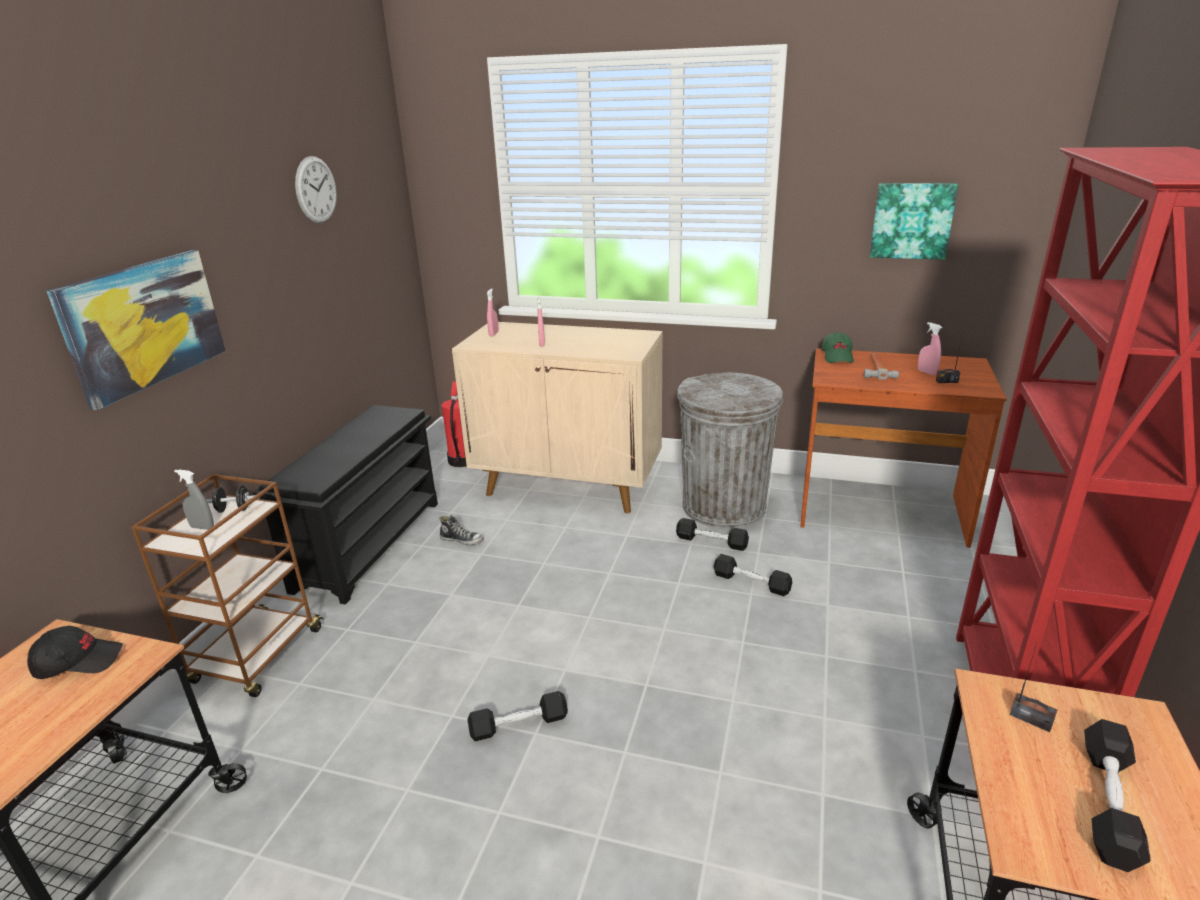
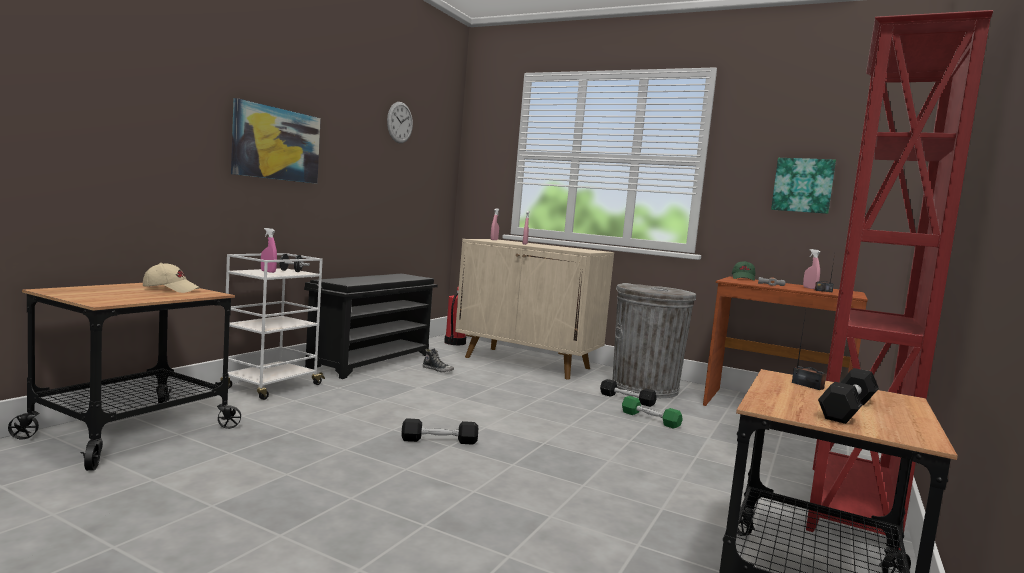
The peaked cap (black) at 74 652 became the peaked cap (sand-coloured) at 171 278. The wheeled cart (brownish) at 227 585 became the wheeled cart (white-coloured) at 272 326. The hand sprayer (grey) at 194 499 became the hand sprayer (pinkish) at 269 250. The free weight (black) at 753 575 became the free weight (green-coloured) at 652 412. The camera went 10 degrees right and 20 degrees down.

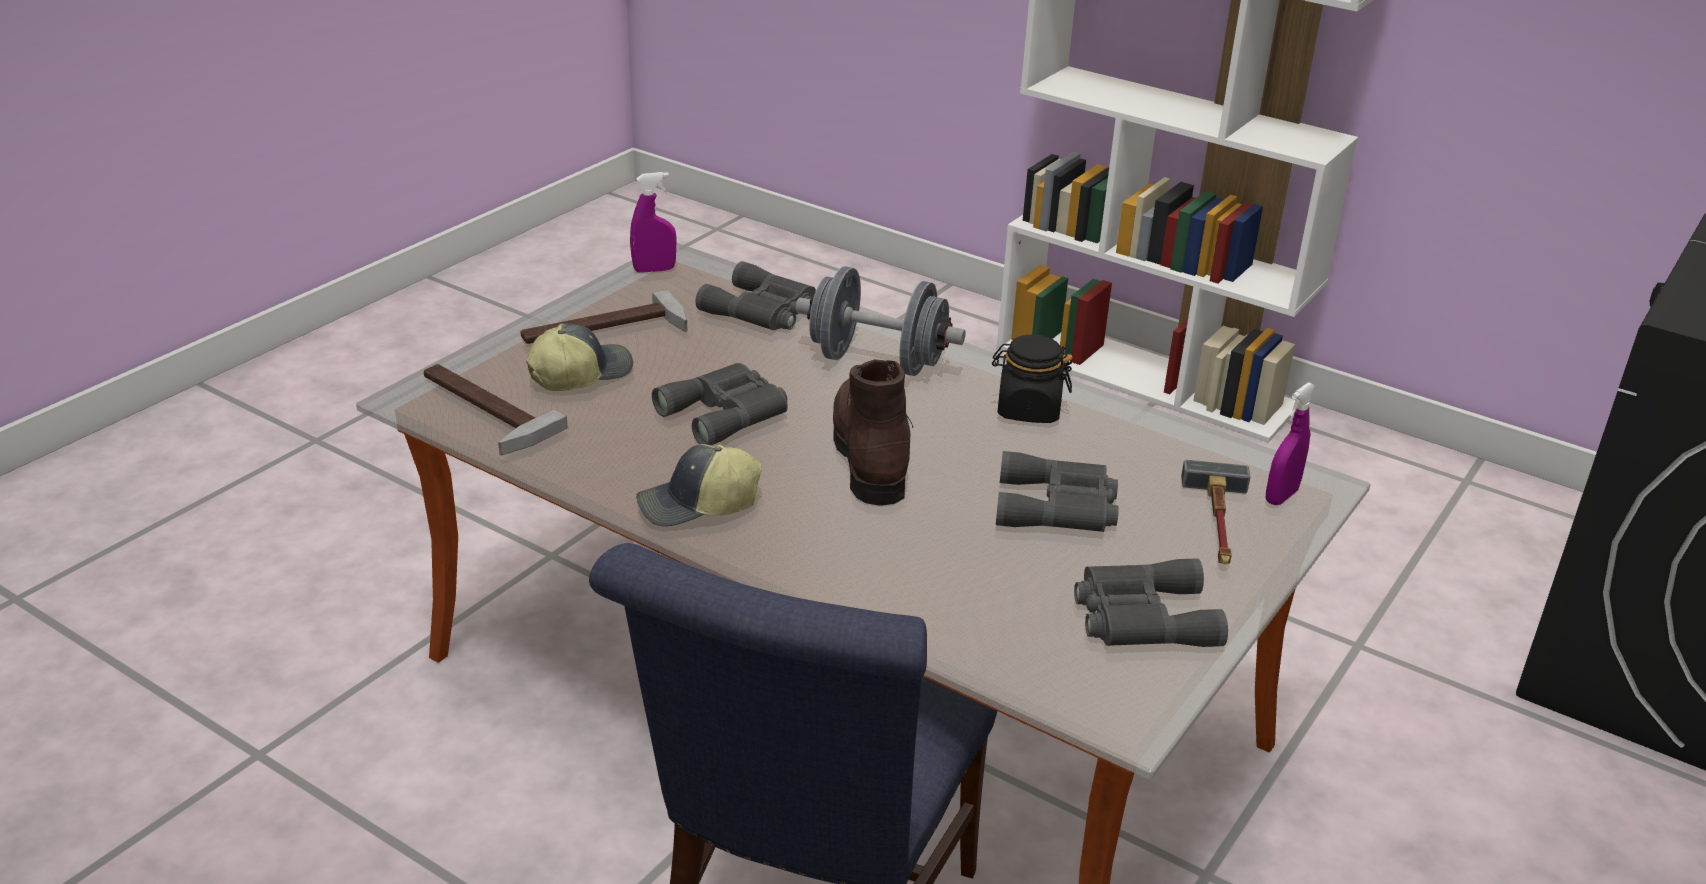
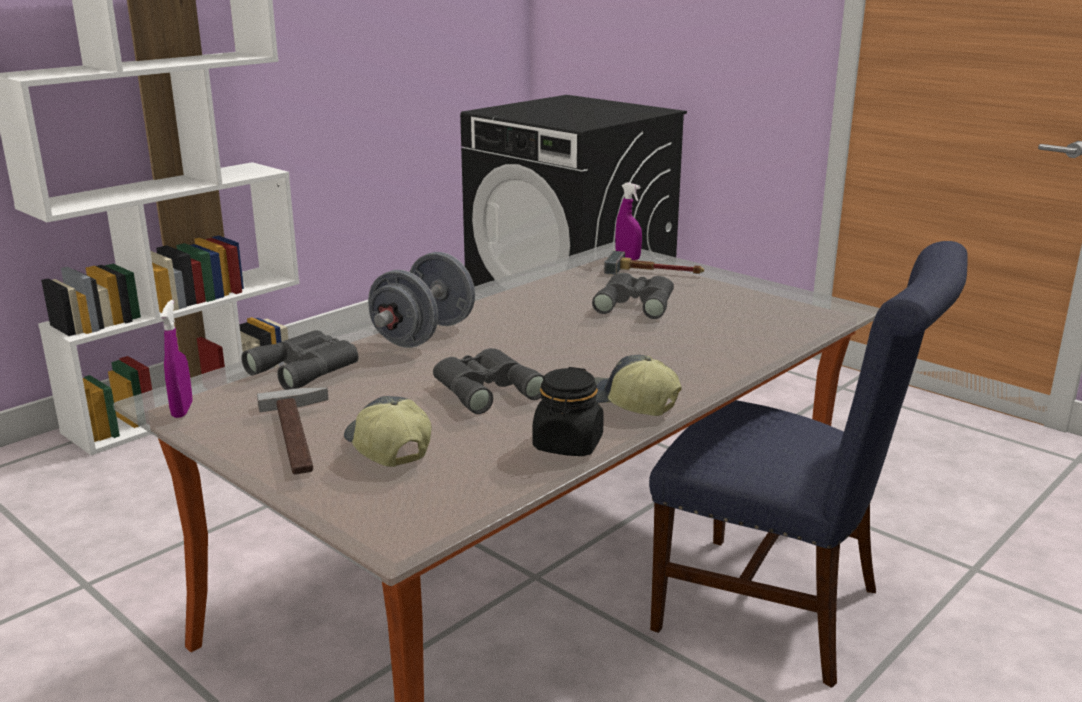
The tool hammer at 496 409 disappeared. The high-top boot (brownish) at 873 432 disappeared. The pair of binoculars (grey) at 1151 602 disappeared. The storage jar (black) moved from 1032 378 to 568 411. The peaked cap at 699 485 turned 135 degrees clockwise. The camera went 80 degrees left and 10 degrees down.

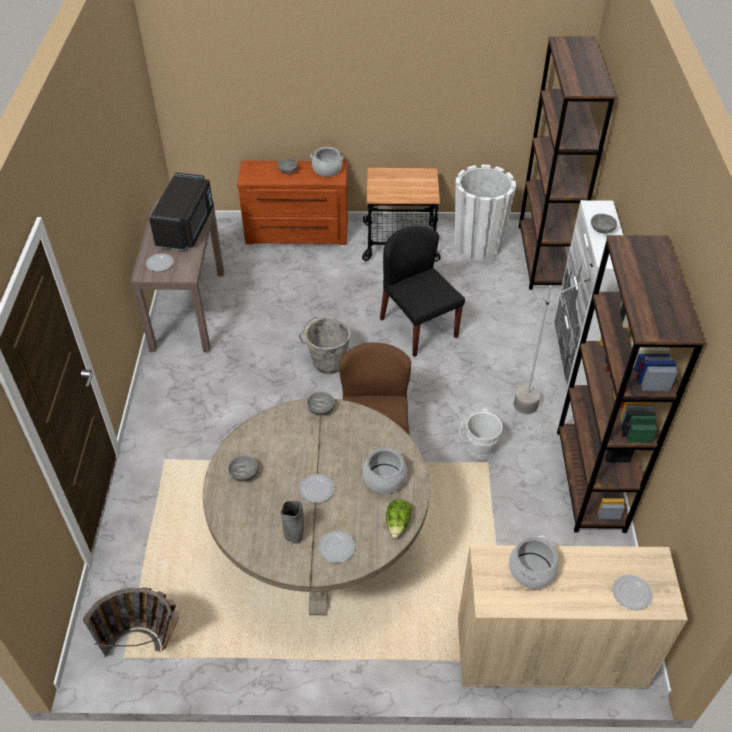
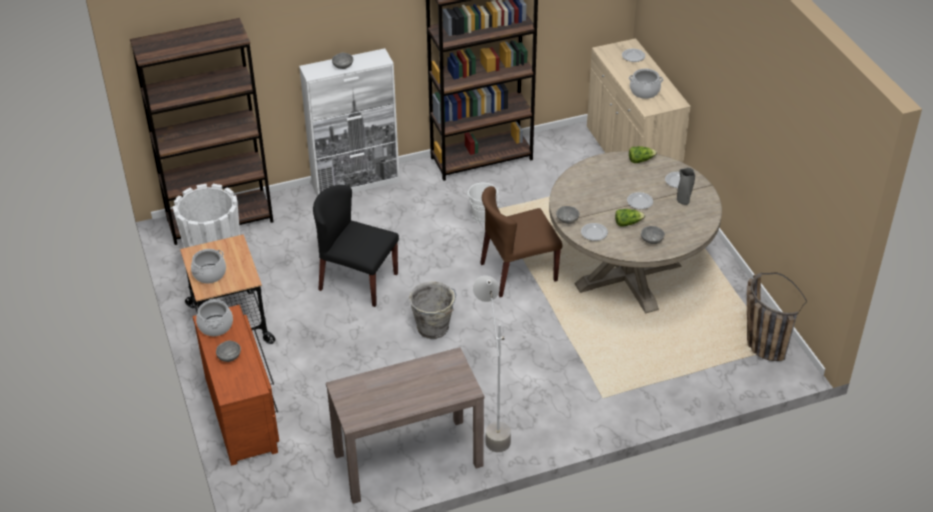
The kitchen microwave (black) at 181 211 disappeared. The lettuce head at 630 218 appeared. The plate moved from 160 262 to 594 232. The saucepot moved from 385 470 to 208 266. The floor lamp (grey) moved from 565 338 to 492 364. The chair (black) at 422 291 turned 75 degrees clockwise. The camera went 110 degrees left and 5 degrees down.

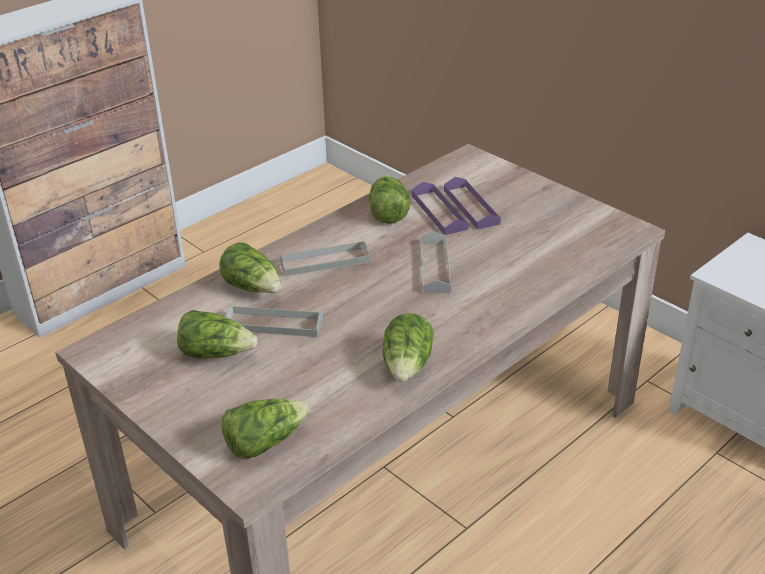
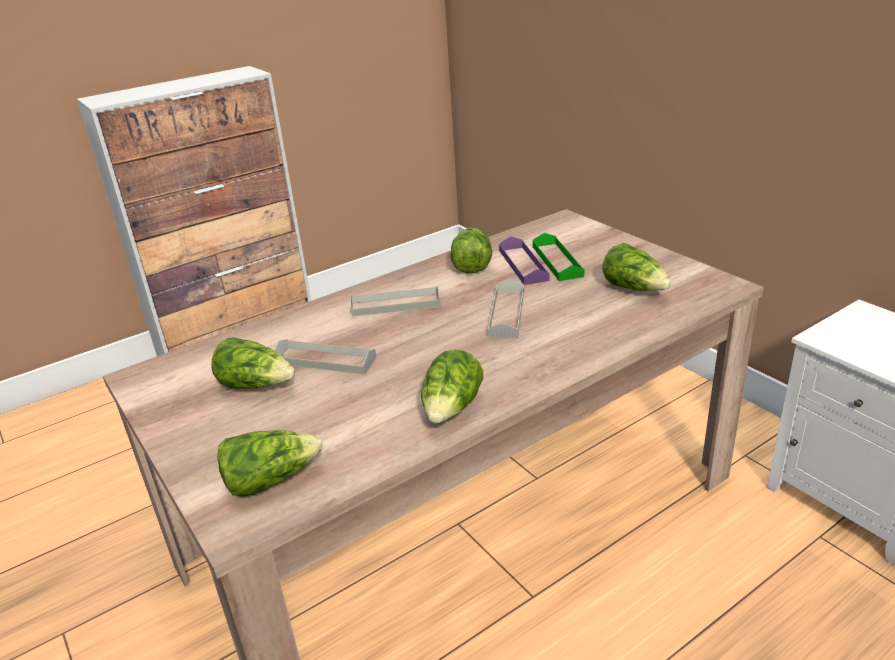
The lettuce head moved from 250 268 to 636 267. The carrying tray (purplish) at 472 203 became the carrying tray (green-coloured) at 559 257. The camera went 10 degrees right and 5 degrees down.

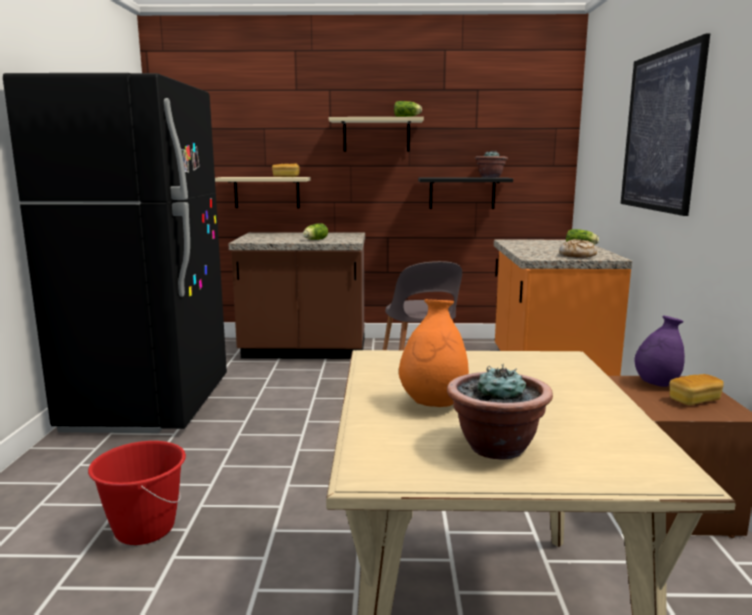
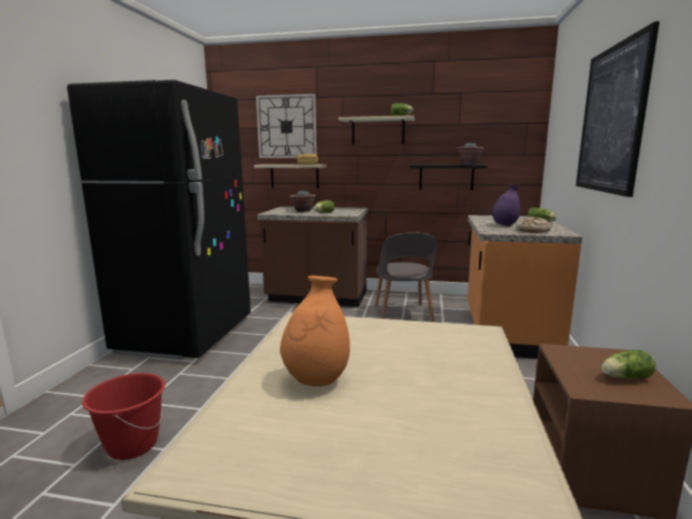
The hanging clock at 286 126 appeared. The houseplant moved from 500 411 to 303 201. The vase (purplish) moved from 659 351 to 506 205. The bread at 696 389 was replaced by the lettuce head at 628 364. The camera went 10 degrees right and 0 degrees up.

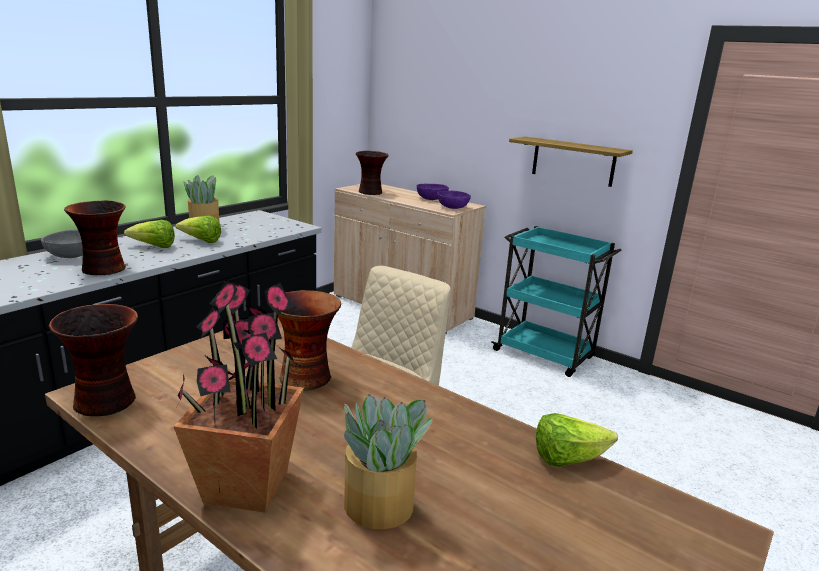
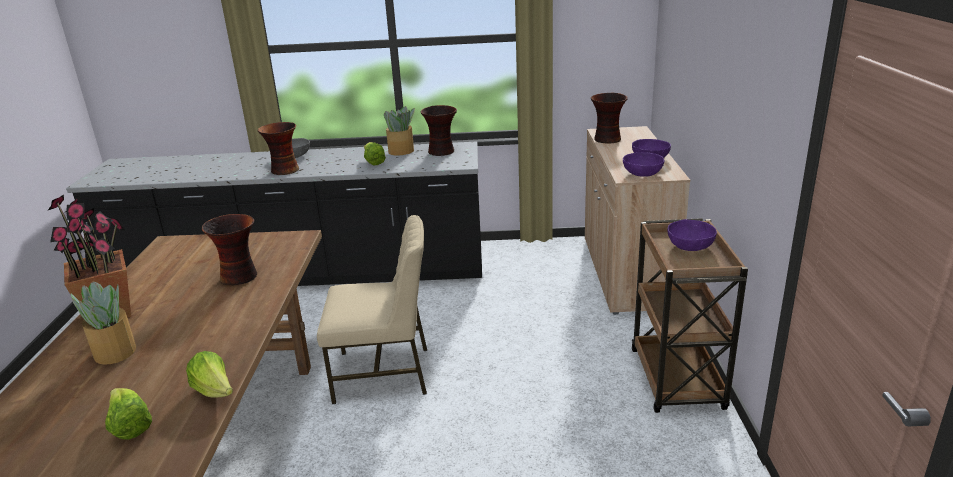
The shelf at 571 162 disappeared. The serving bowl (purplish) at 692 235 appeared. The vase moved from 93 360 to 439 130. The lettuce head moved from 149 234 to 128 414. The wheeled cart (blue-green) at 556 301 became the wheeled cart (brownish) at 690 315. The camera went 55 degrees right and 5 degrees up.

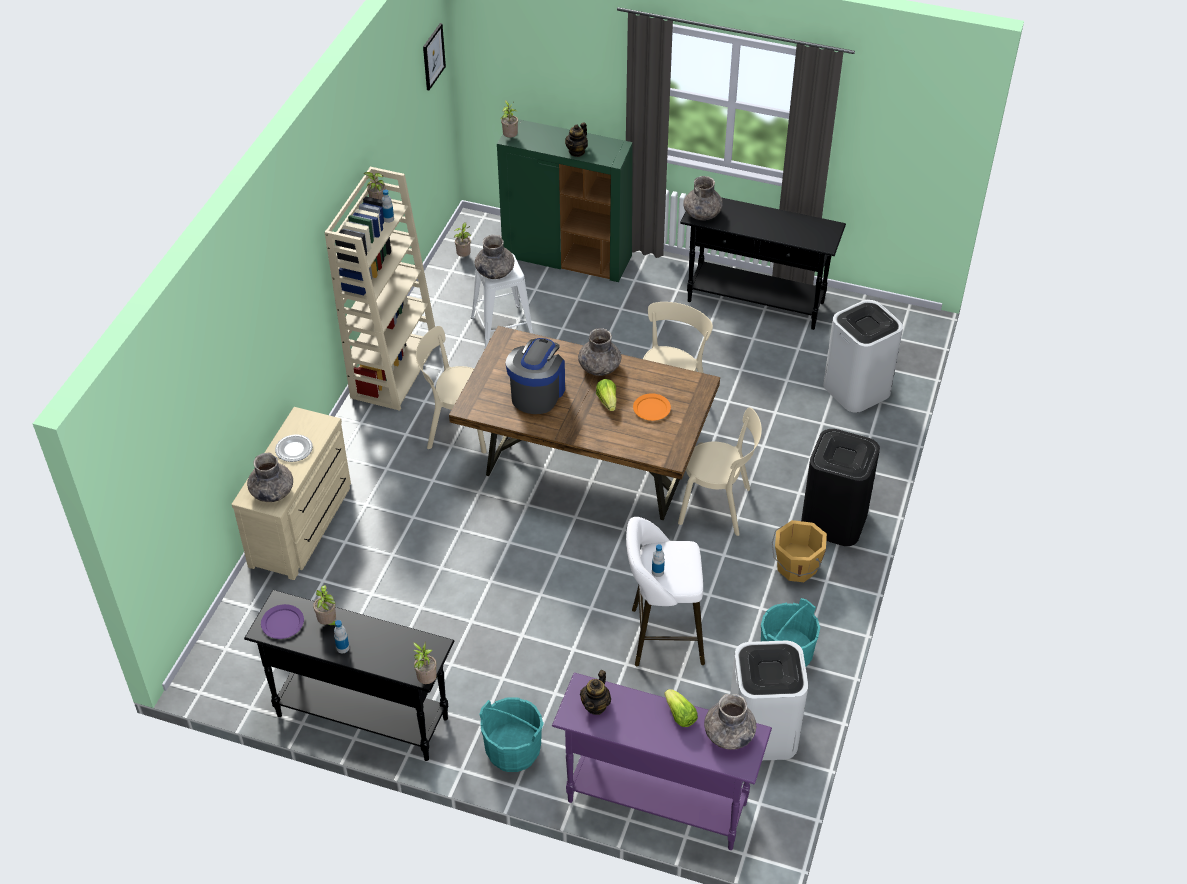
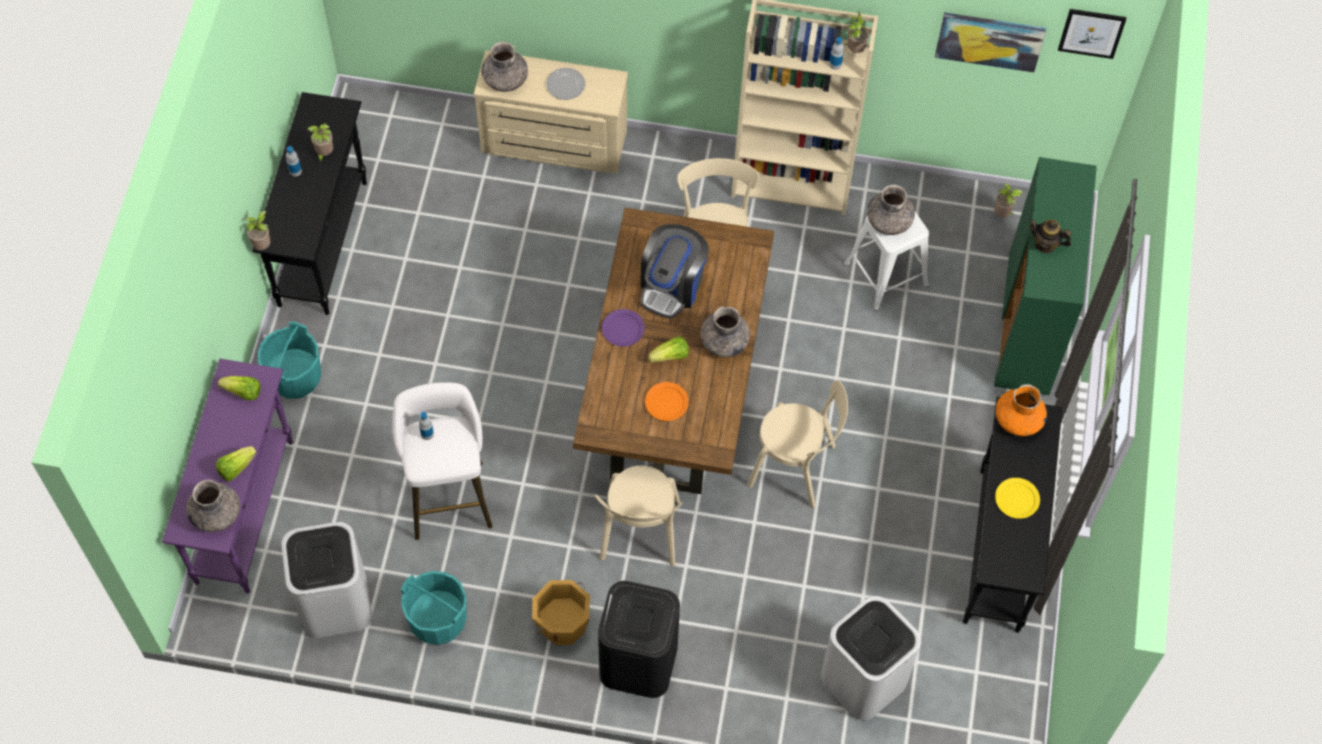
The houseplant at 509 119 disappeared. The wall art at 990 43 appeared. The plate (yellow-coloured) at 1017 498 appeared. The plate (purplish) moved from 282 621 to 623 328. The tea pot at 595 692 was replaced by the lettuce head at 239 388. The vase (grey) at 703 198 became the vase (orange-coloured) at 1021 410. The coffee maker at 535 376 turned 105 degrees clockwise. The camera went 80 degrees right and 15 degrees up.

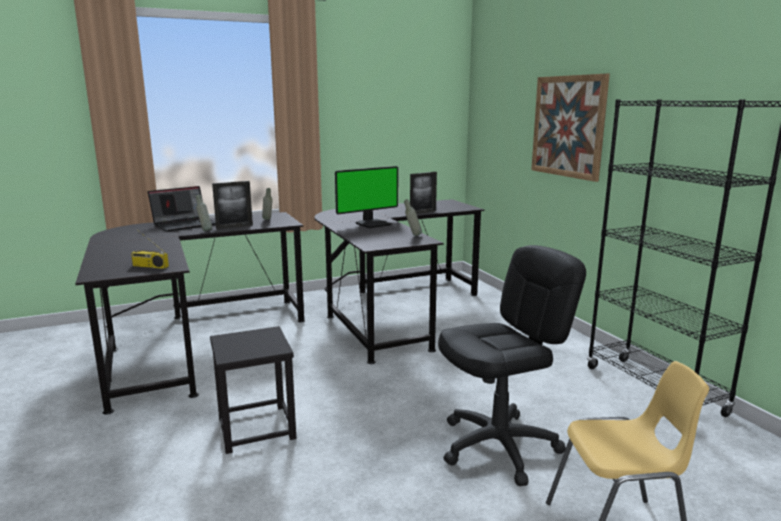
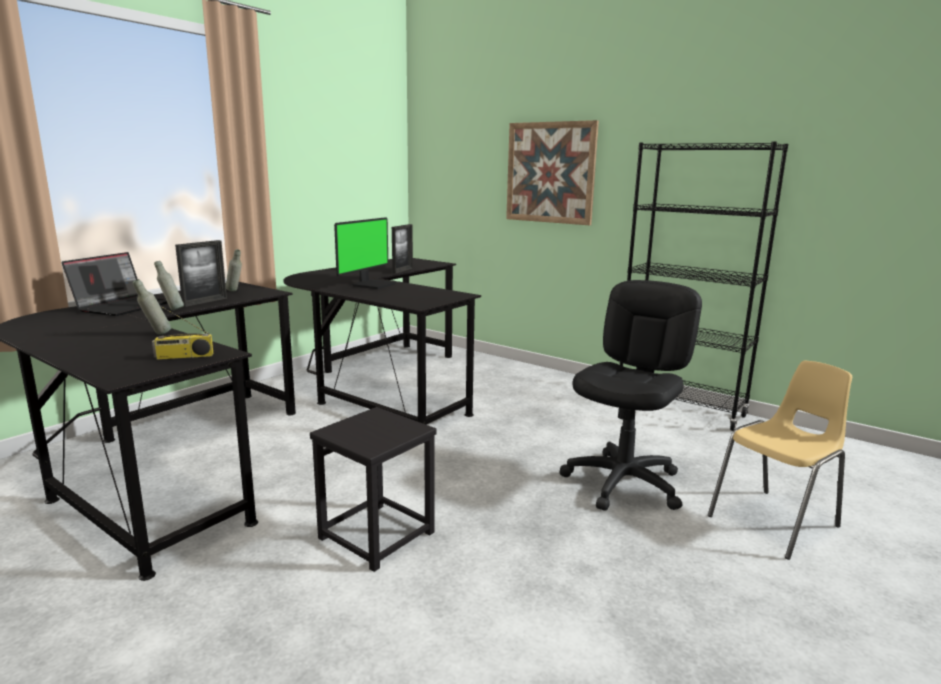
The bottle (grey) moved from 413 217 to 152 307. The camera went 30 degrees left and 0 degrees up.

